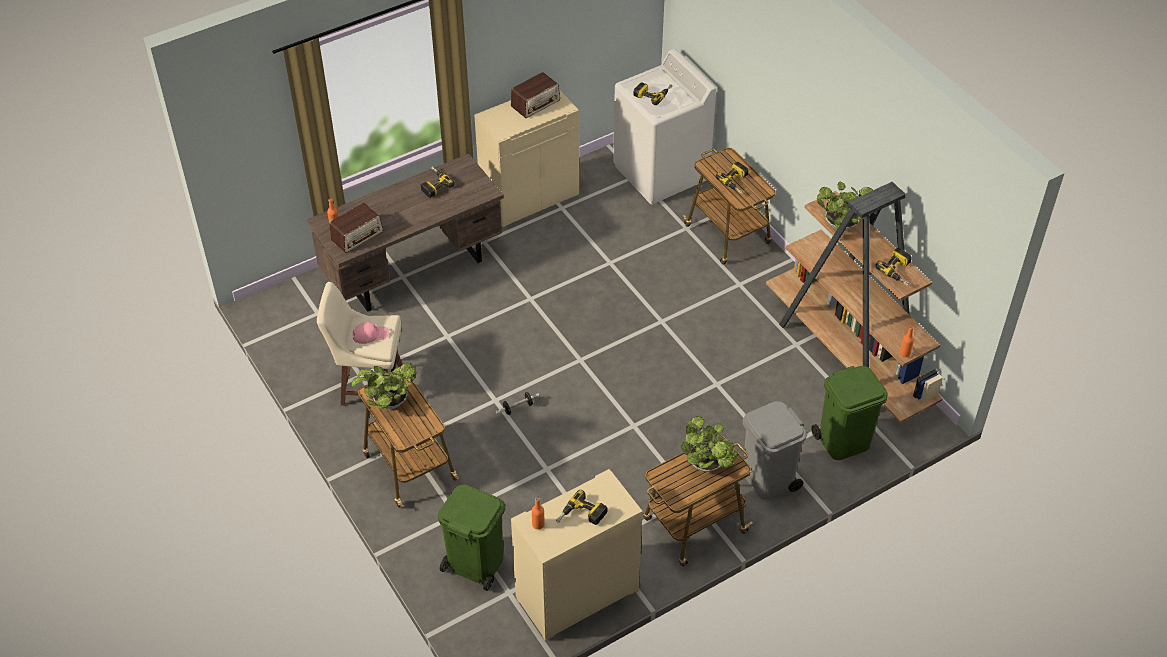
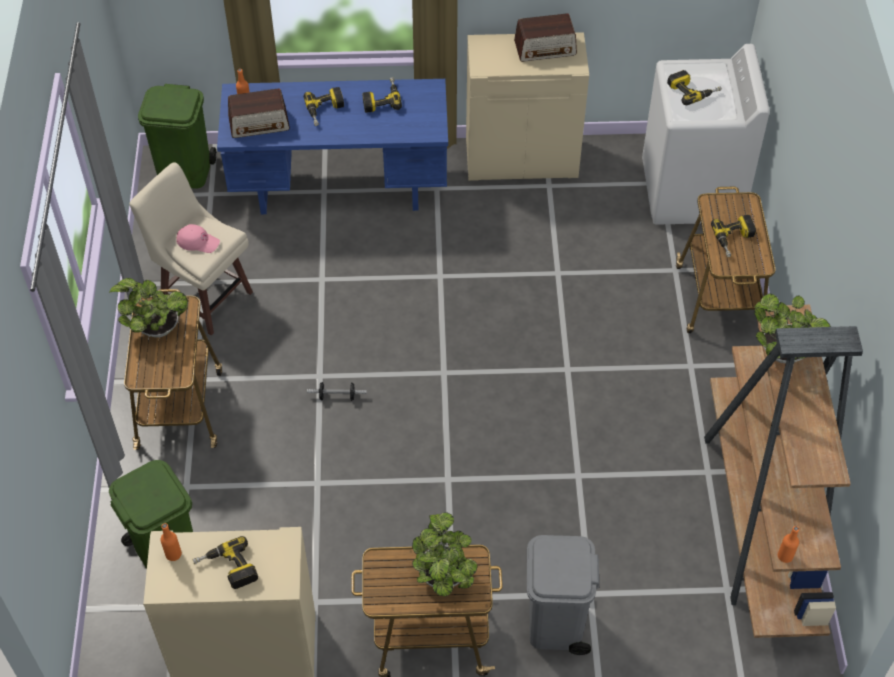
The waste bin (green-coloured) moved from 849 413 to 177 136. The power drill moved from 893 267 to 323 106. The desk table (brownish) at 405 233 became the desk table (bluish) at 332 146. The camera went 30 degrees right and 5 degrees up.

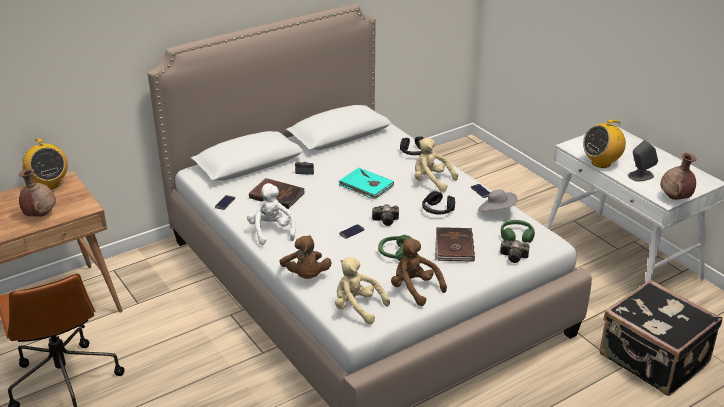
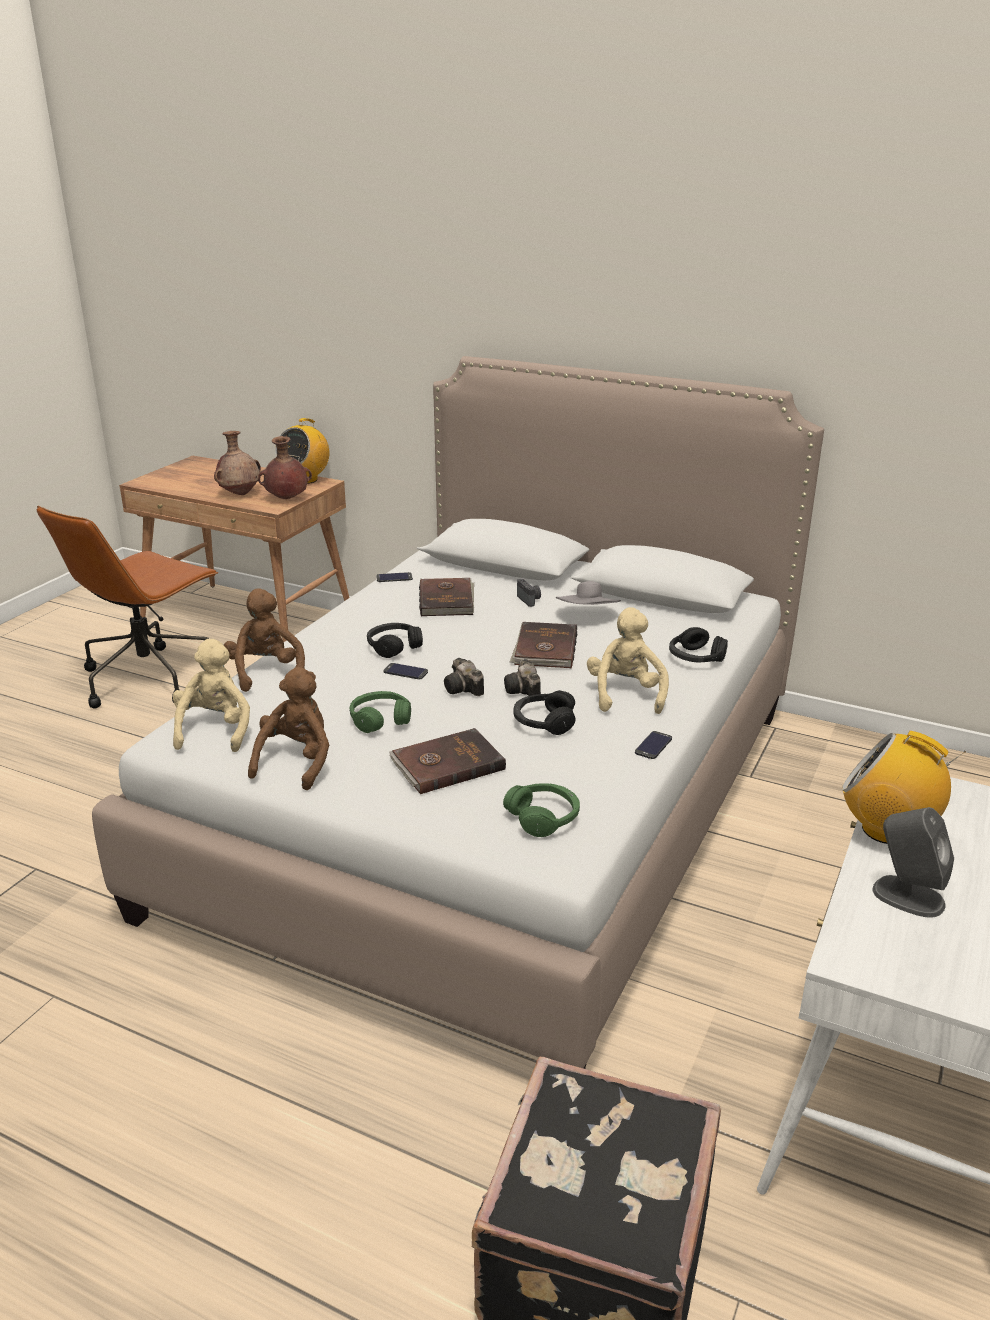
The soft toy (white-coloured) at 271 214 disappeared. The pair of headphones (black) at 395 640 appeared. The hat (grey) moved from 497 200 to 588 593. The still camera moved from 514 251 to 522 677. The vase (brownish) moved from 678 176 to 285 467. The book (blue-green) at 366 183 became the book (brownish) at 543 645. The soft toy (brownish) at 305 257 turned 120 degrees clockwise. The camera went 60 degrees right and 5 degrees down.

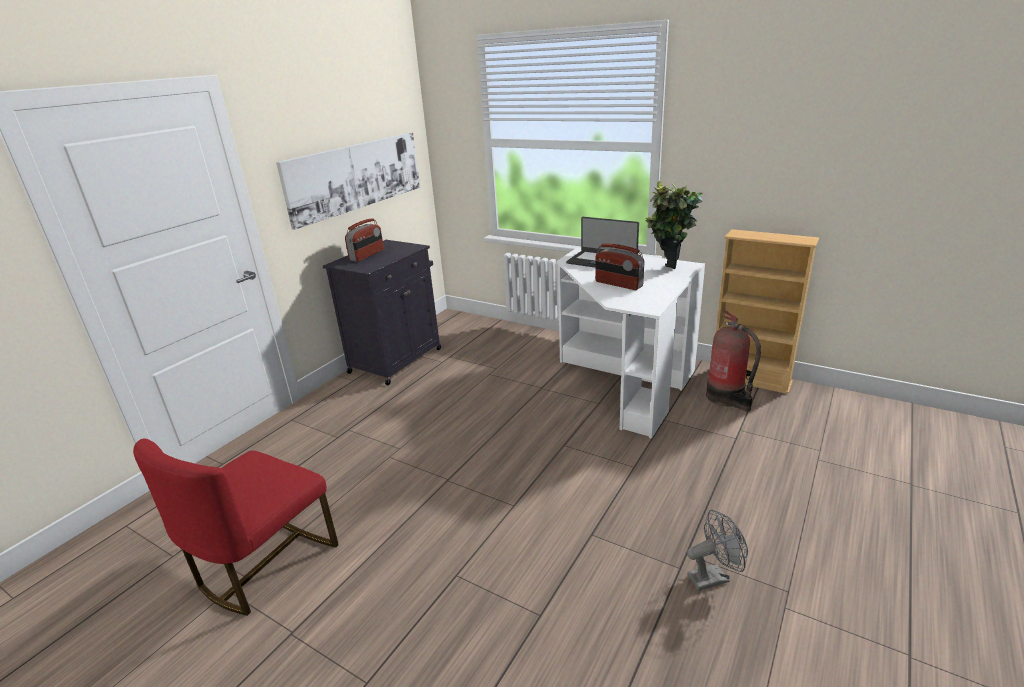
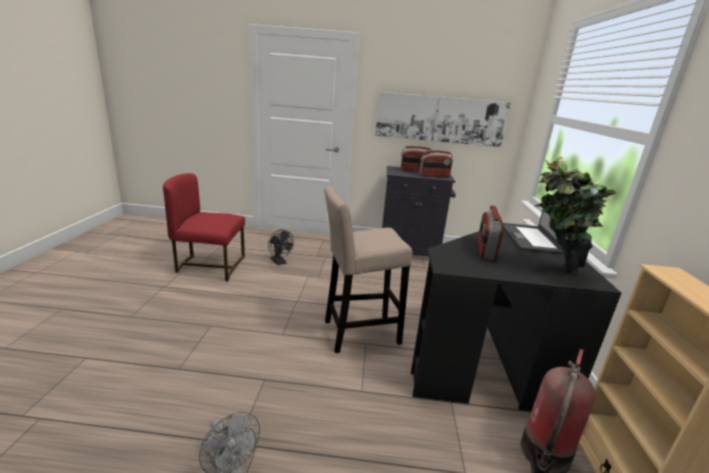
The electric fan (black) at 281 247 appeared. The stool (sand-coloured) at 368 269 appeared. The radio at 436 163 appeared. The desk table (white-coloured) at 631 343 became the desk table (black) at 516 317. The camera went 60 degrees right and 5 degrees down.

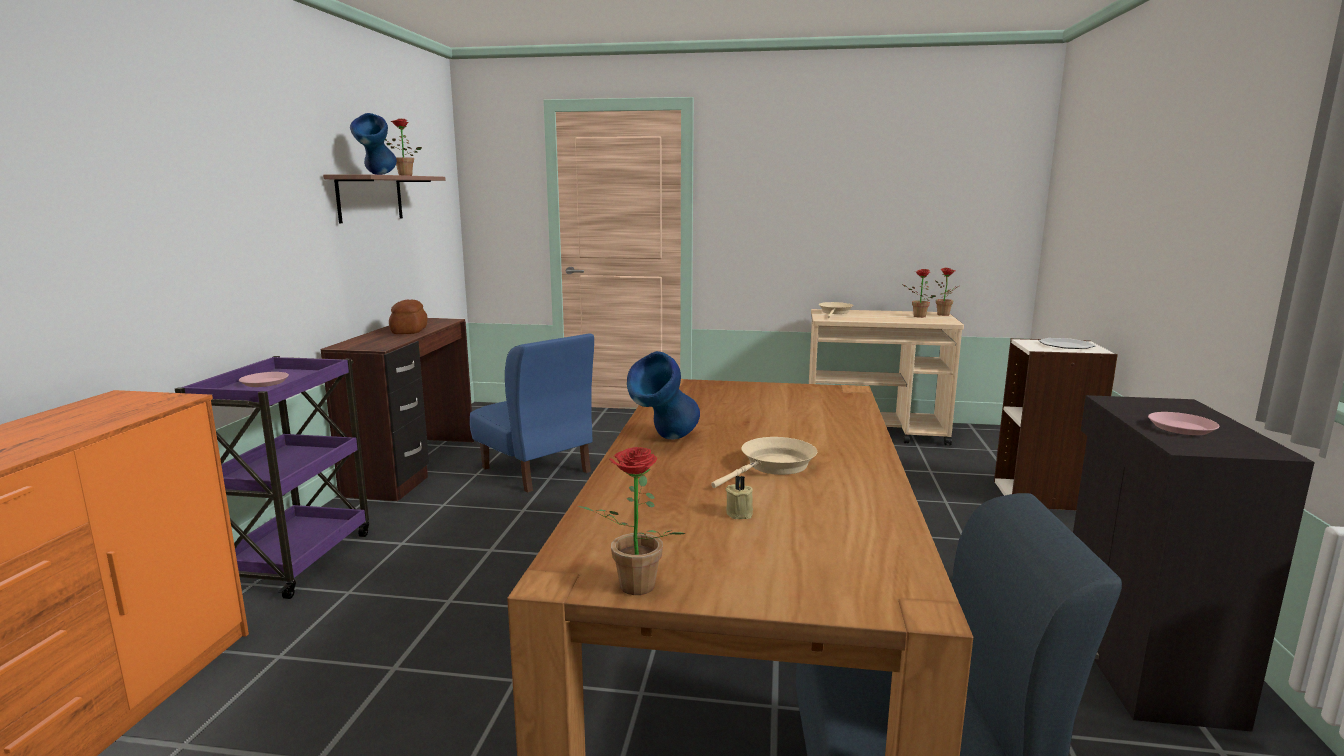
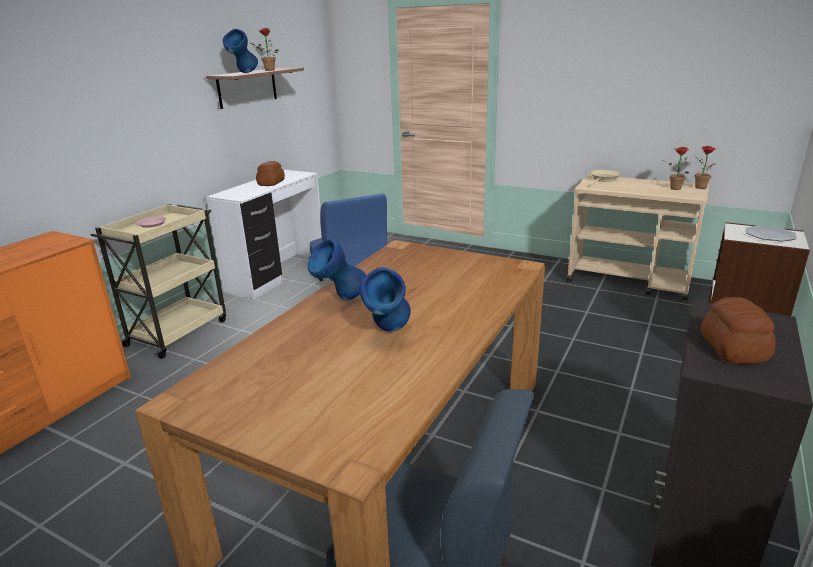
The houseplant at 631 521 disappeared. The candle (sand-coloured) at 739 497 disappeared. The skillet (sand-coloured) at 764 462 was replaced by the vase (bluish) at 385 299. The plate (pinkish) at 1184 423 was replaced by the bread at 738 330. The wheeled cart (purplish) at 272 477 became the wheeled cart (sand-coloured) at 158 281. The desk table (brownish) at 397 410 became the desk table (white-coloured) at 264 234. The camera went 20 degrees right and 10 degrees up.

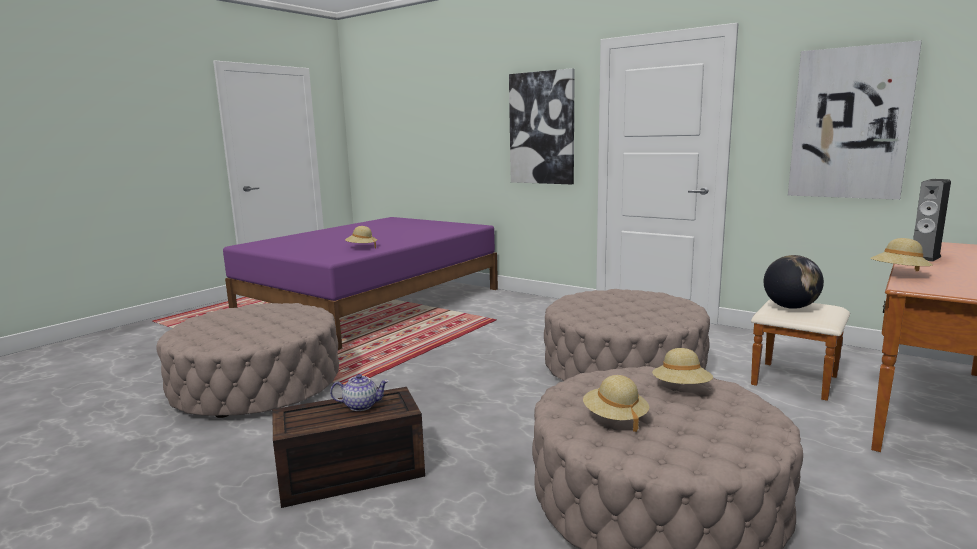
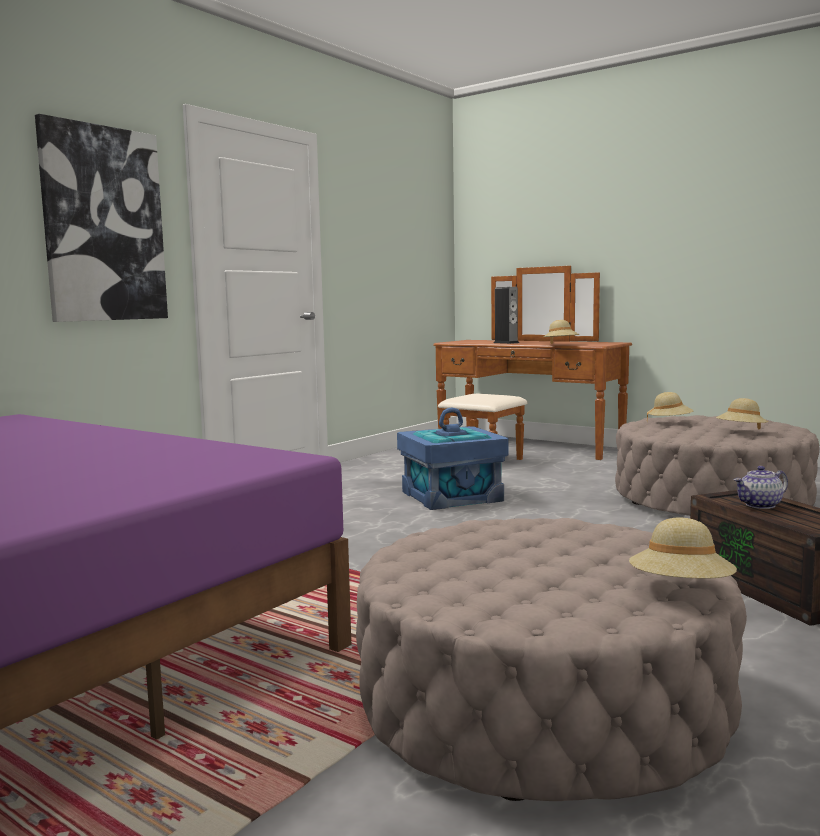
The desk globe at 794 282 disappeared. The wall art at 855 120 disappeared. The hat (sand-coloured) moved from 361 237 to 683 548. The pouffe (sand-coloured) at 627 335 was replaced by the storage container (bluish) at 452 459. The tea pot at 359 392 turned 105 degrees counterclockwise. The camera went 90 degrees left and 5 degrees down.

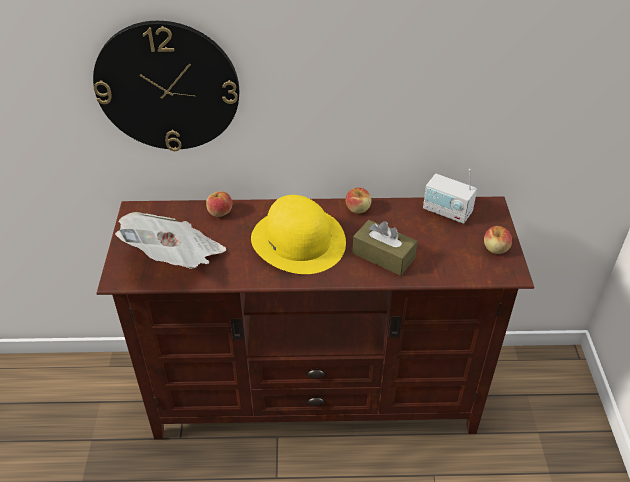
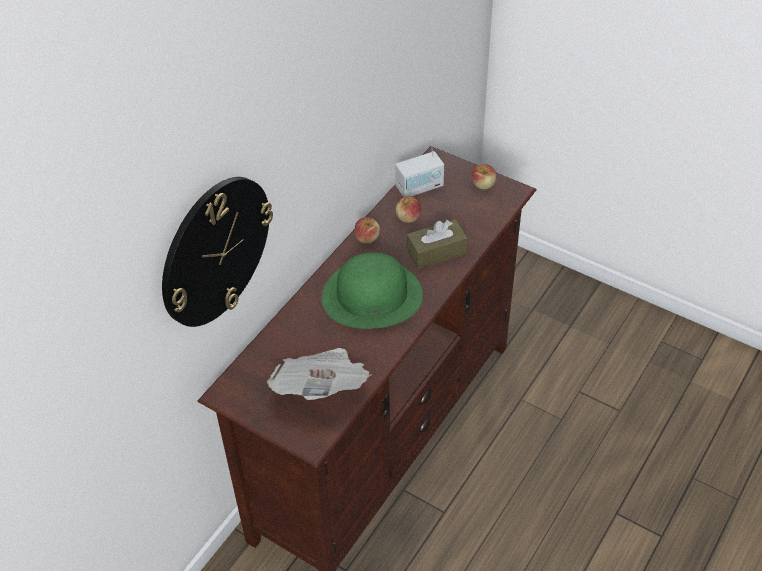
The whole apple moved from 219 204 to 408 209. The hat (yellow-coloured) at 298 234 became the hat (green-coloured) at 372 290. The camera went 55 degrees left and 5 degrees up.

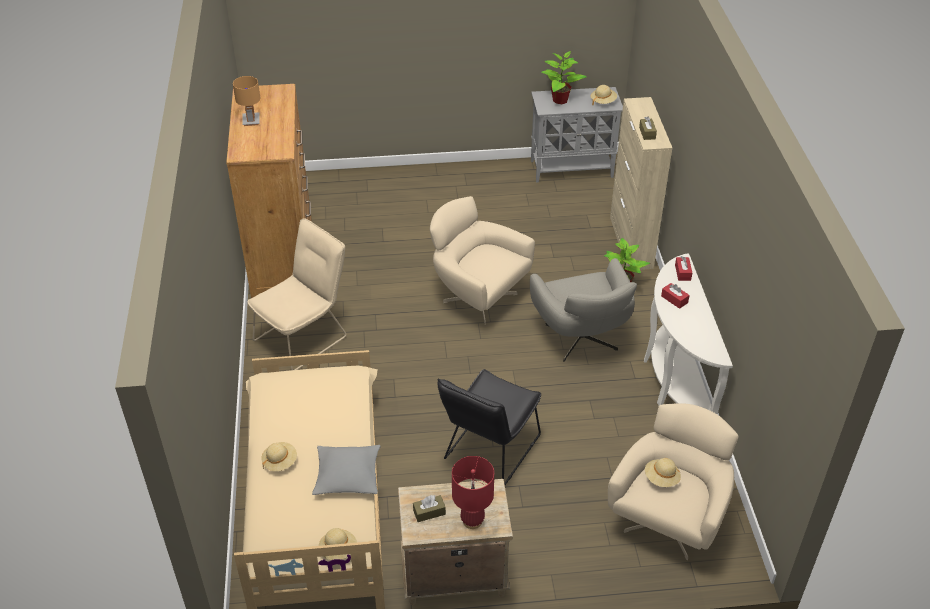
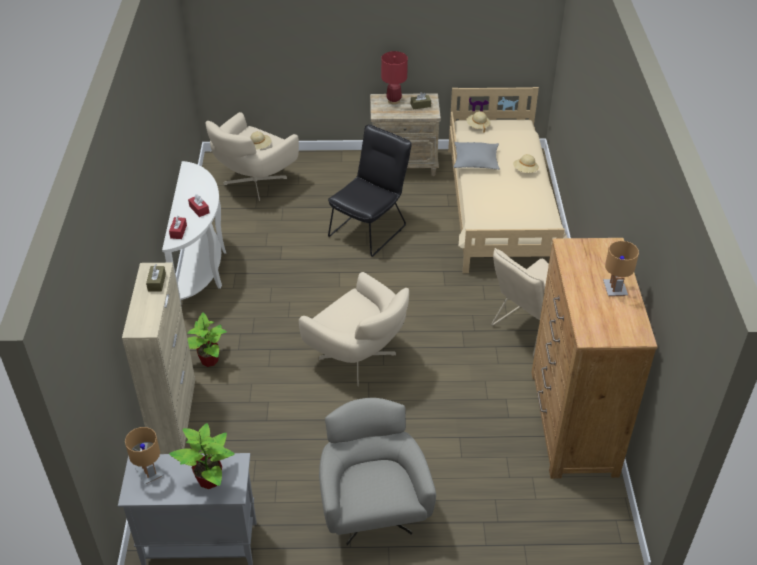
The lounge chair (grey) moved from 583 310 to 377 472. The hat (sand-coloured) at 604 95 was replaced by the tabletop lamp (brownish) at 144 456. The camera went 175 degrees left and 0 degrees up.

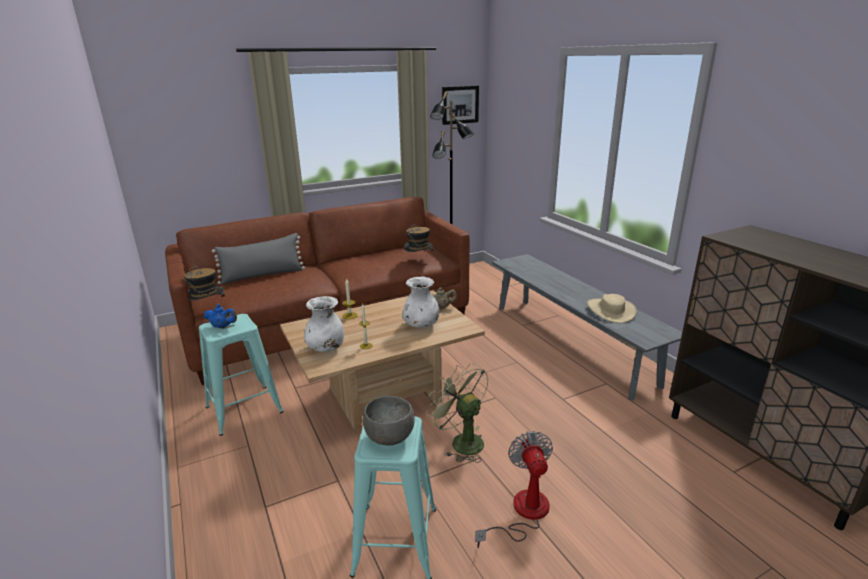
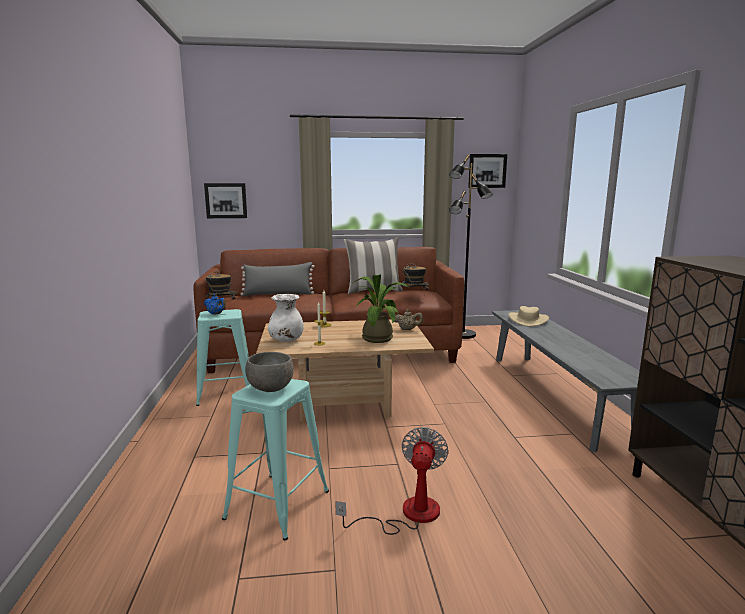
The electric fan (green-coloured) at 457 412 disappeared. The wall art at 225 200 appeared. The cushion at 373 265 appeared. The hat (sand-coloured) moved from 612 308 to 528 316. The vase (white-coloured) at 421 302 was replaced by the houseplant at 381 309. The camera went 20 degrees right and 10 degrees down.

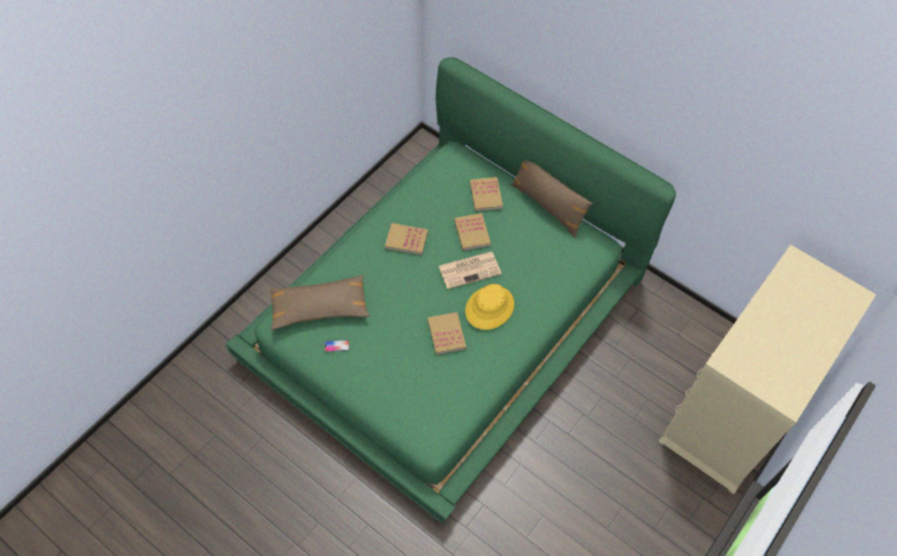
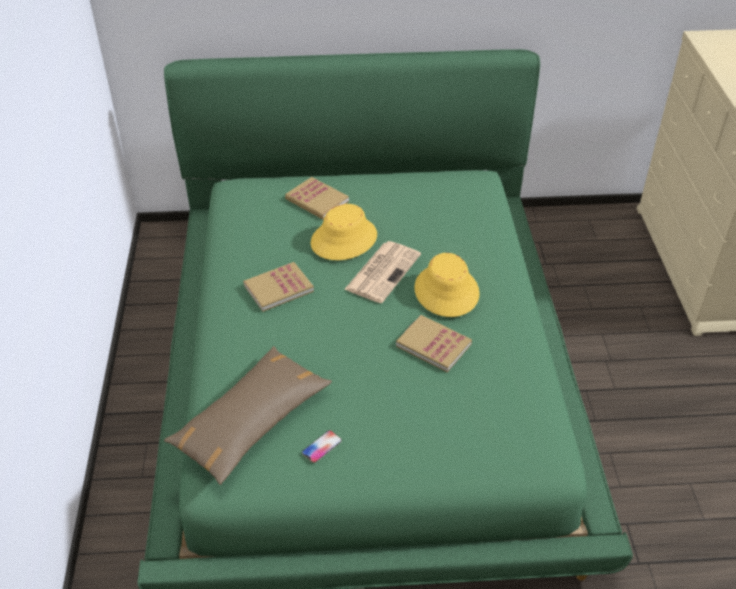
The cushion (brownish) at 552 199 disappeared. The book at 472 232 was replaced by the hat (yellow-coloured) at 344 232. The camera went 40 degrees left and 15 degrees down.

